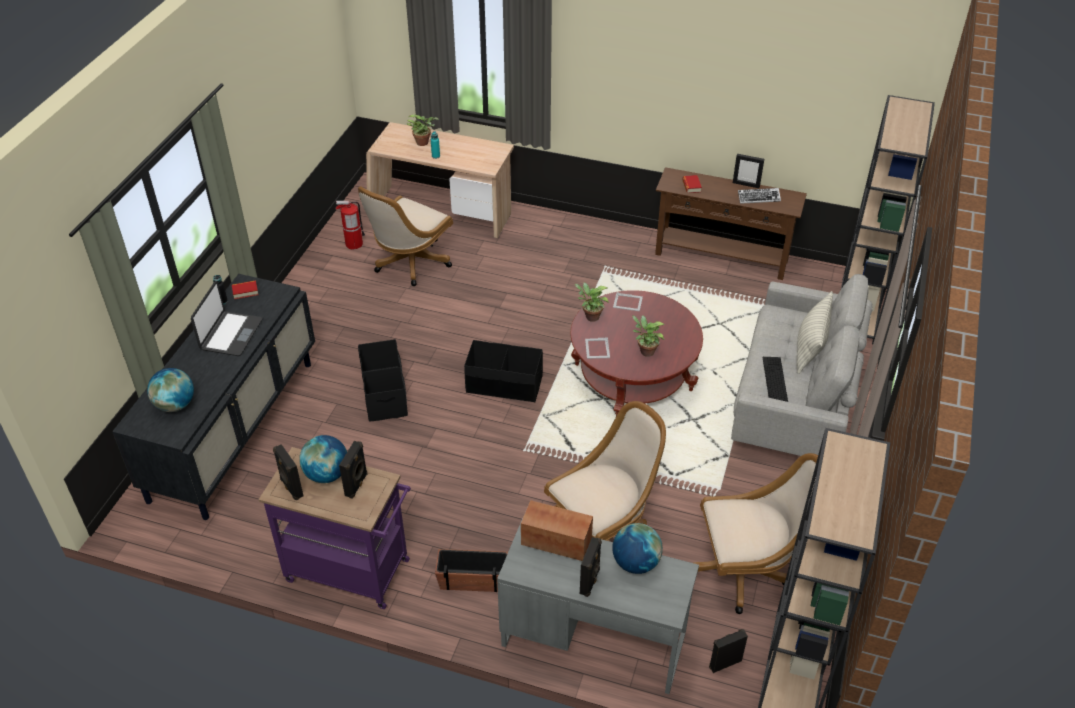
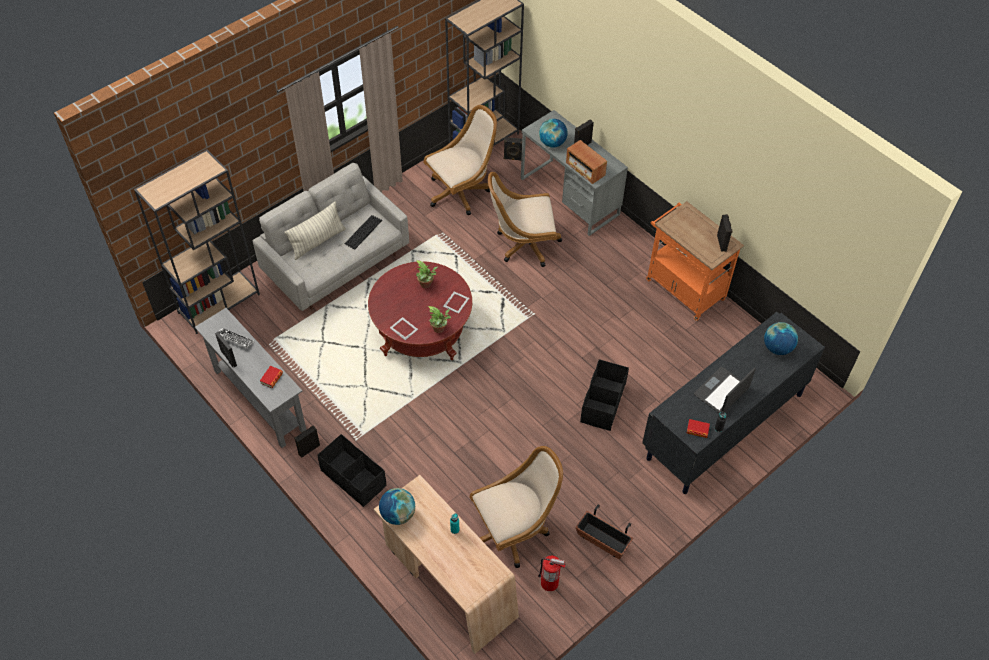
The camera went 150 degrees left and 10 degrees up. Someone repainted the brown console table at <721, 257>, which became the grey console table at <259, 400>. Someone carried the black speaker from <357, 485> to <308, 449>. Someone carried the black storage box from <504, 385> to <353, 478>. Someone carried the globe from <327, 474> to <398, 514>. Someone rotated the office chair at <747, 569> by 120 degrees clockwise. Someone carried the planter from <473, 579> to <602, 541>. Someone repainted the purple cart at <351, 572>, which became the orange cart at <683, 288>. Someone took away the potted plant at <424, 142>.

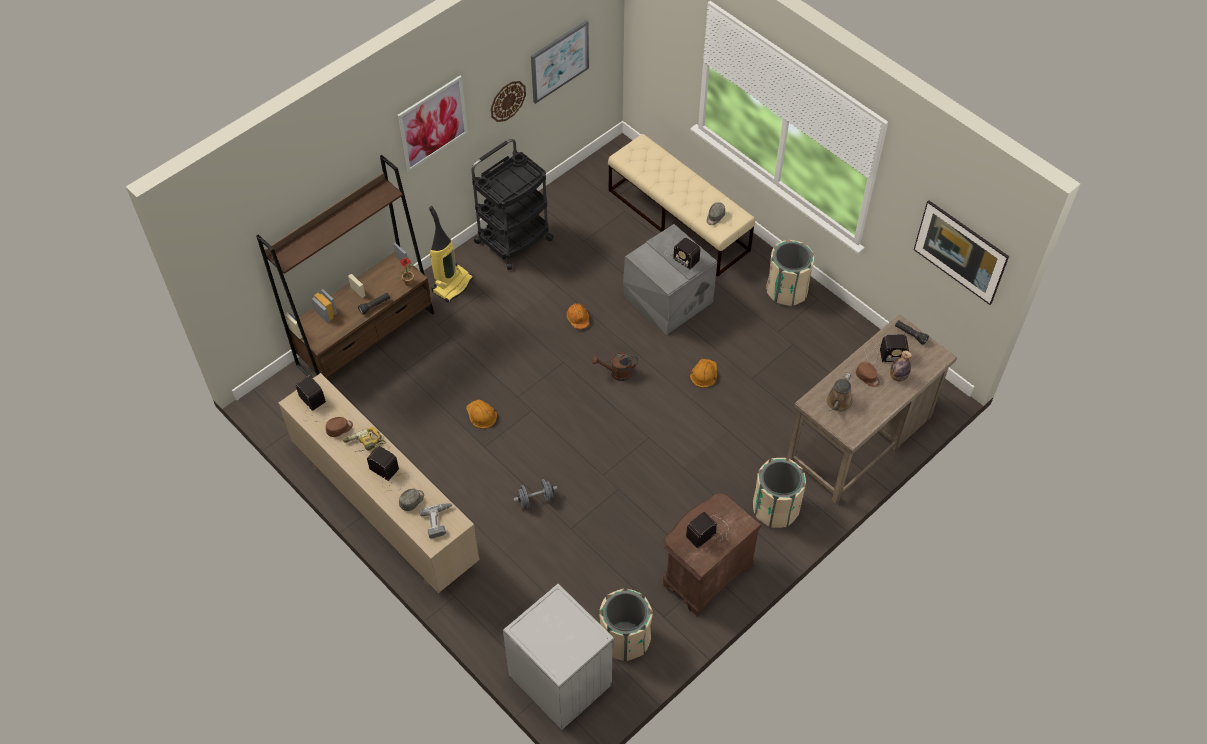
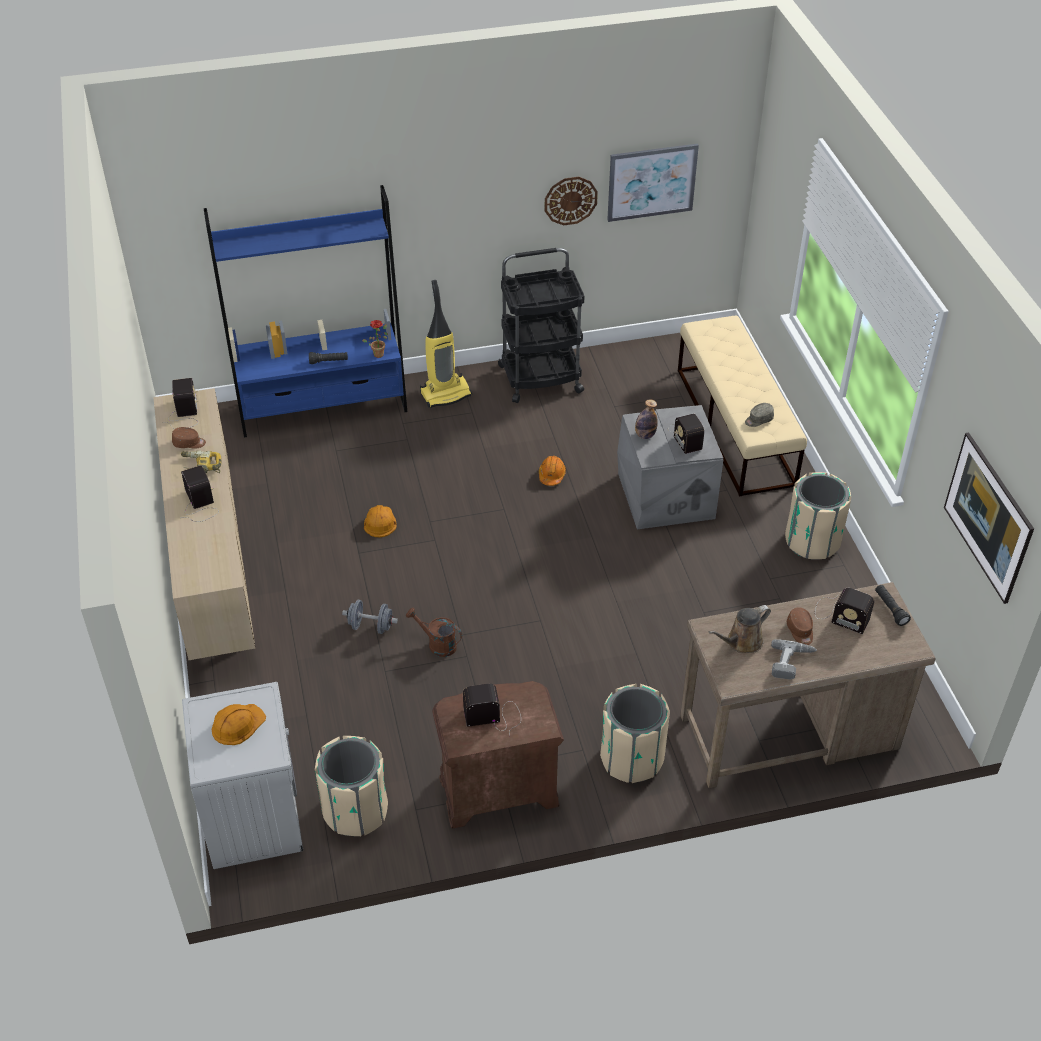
The camera went 30 degrees right and 10 degrees down. Someone repainted the brown bookcase at <366, 338>, which became the blue bookcase at <323, 407>. Someone carried the orange hard hat from <704, 373> to <237, 724>. Someone carried the brown watering can from <617, 373> to <437, 644>. Someone carried the bottle from <898, 377> to <645, 435>. Someone carried the power drill from <439, 521> to <792, 663>. Someone took away the picture at <433, 123>. Someone took away the grey cap at <412, 501>.

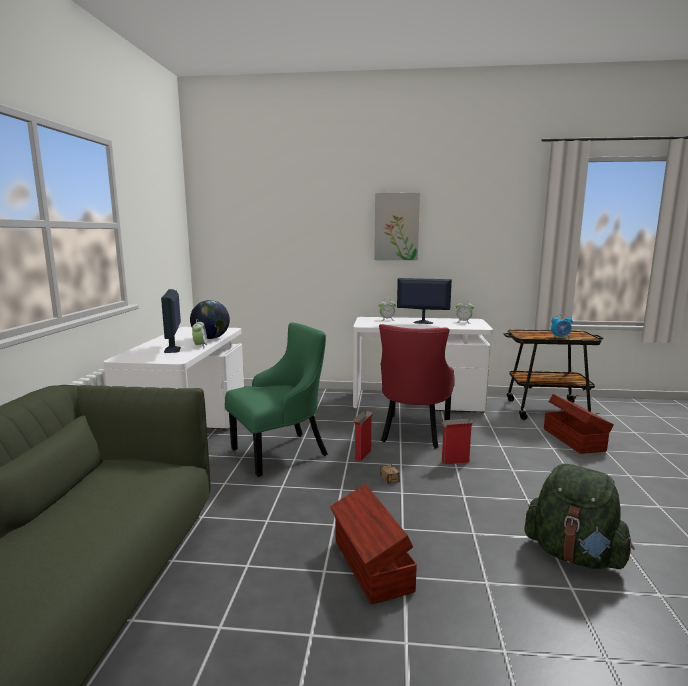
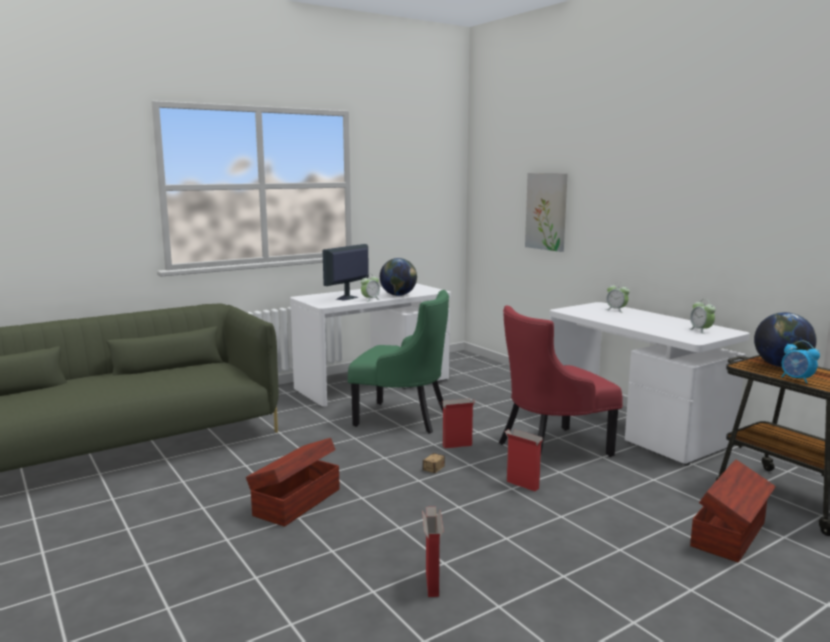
The camera went 50 degrees right and 0 degrees up. Someone swapped the green backpack at <573, 555> for the cardboard box at <432, 583>. Someone carried the picture from <396, 227> to <547, 211>. Someone put down the globe at <781, 366>. Someone took away the monitor at <422, 322>.

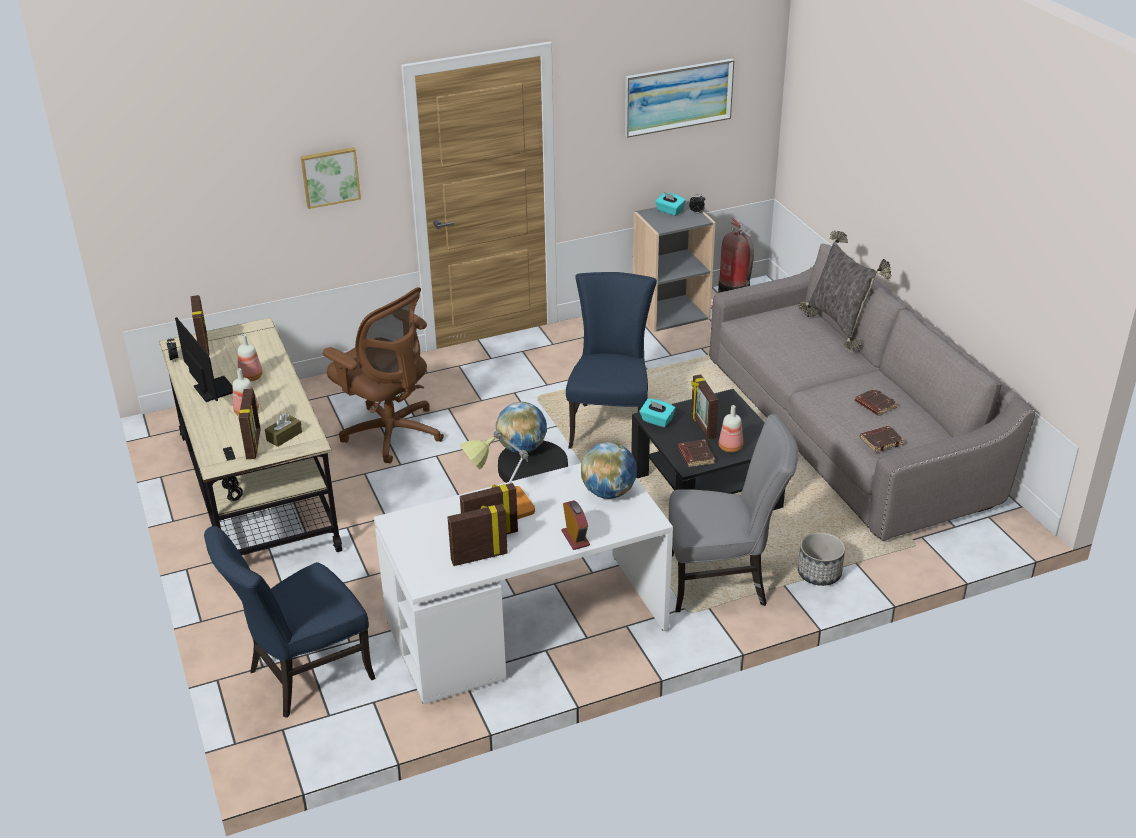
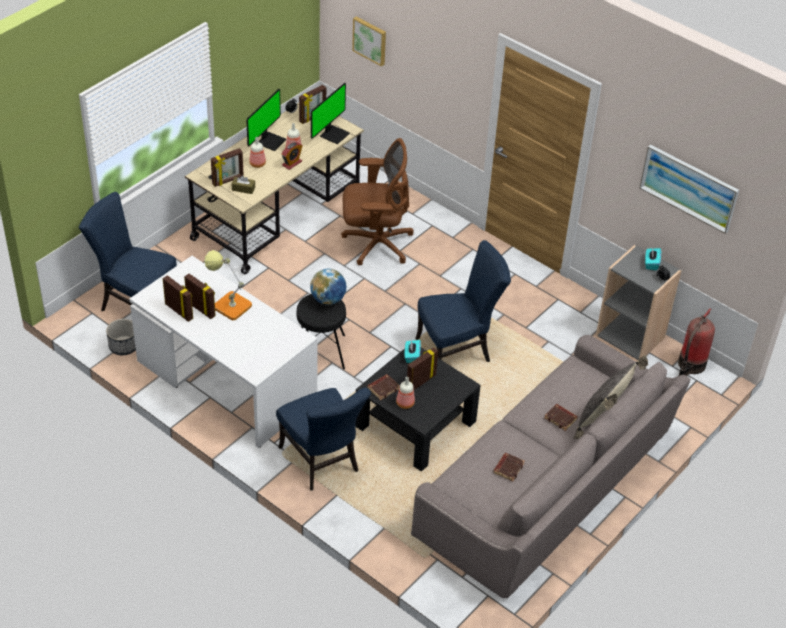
The camera went 60 degrees right and 10 degrees up. Someone carried the planter from <818, 573> to <123, 346>. Someone repainted the grey chair at <724, 581>, which became the blue chair at <322, 462>. Someone carried the alarm clock from <575, 538> to <292, 163>. Someone put down the monitor at <333, 134>. Someone rotated the brown office chair at <386, 431> by 105 degrees counterclockwise. Someone carried the picture from <330, 176> to <370, 40>. Someone carried the brown book from <881, 441> to <561, 419>. Someone took away the globe at <609, 492>.

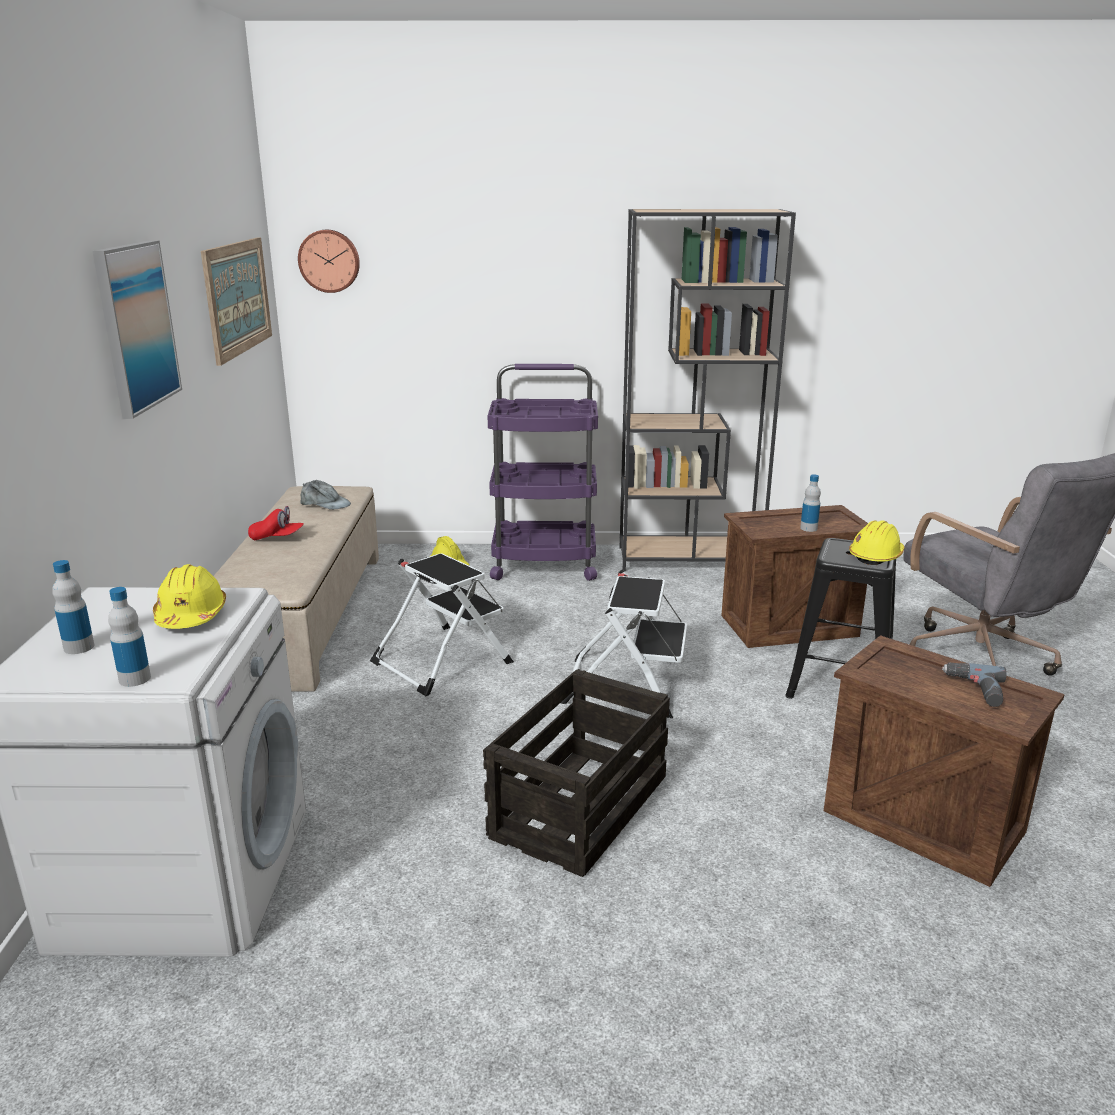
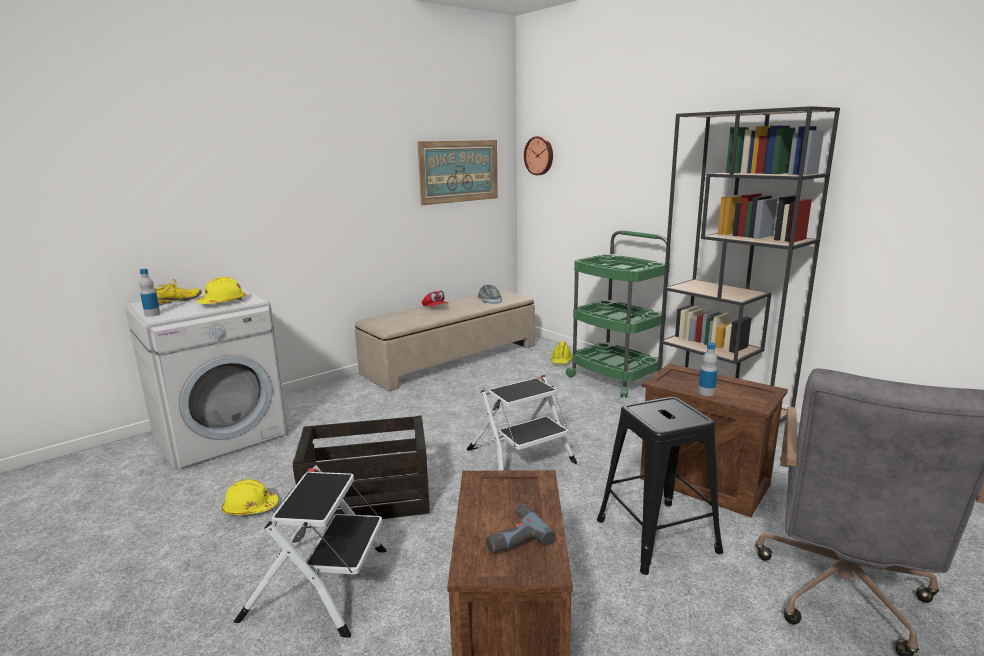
The camera went 50 degrees right and 5 degrees down. Someone swapped the bottle at <79, 647> for the yellow shoe at <176, 301>. Someone carried the yellow hard hat from <876, 556> to <250, 508>. Someone carried the step ladder from <442, 659> to <318, 586>. Someone repainted the purple cart at <544, 563>, which became the green cart at <614, 378>. Someone took away the picture at <136, 326>.

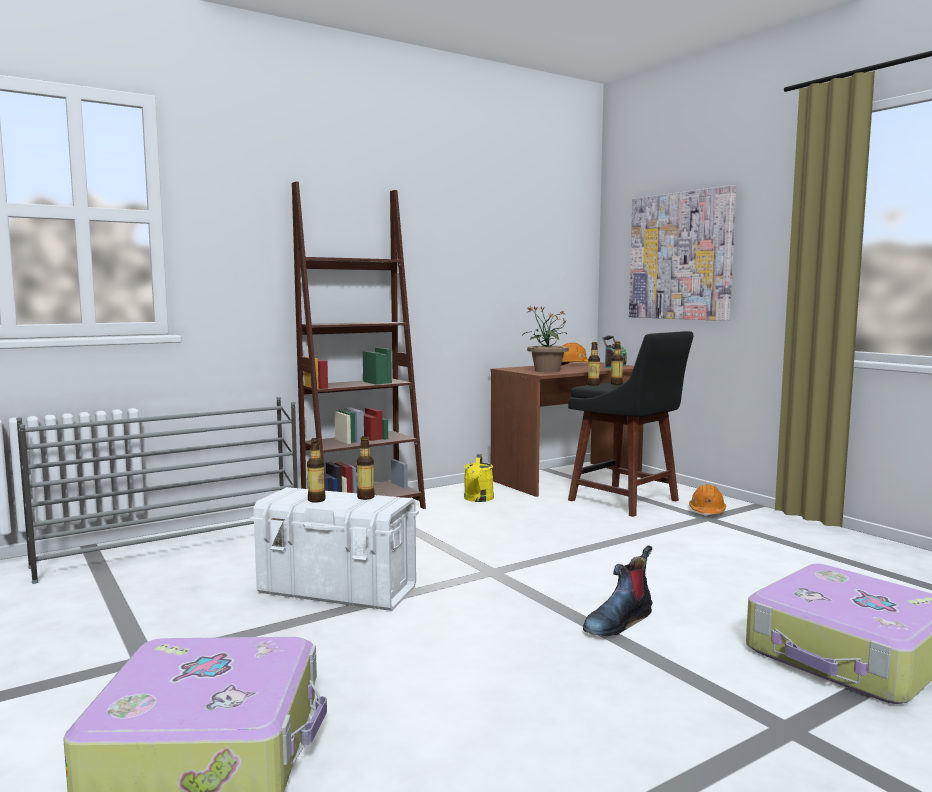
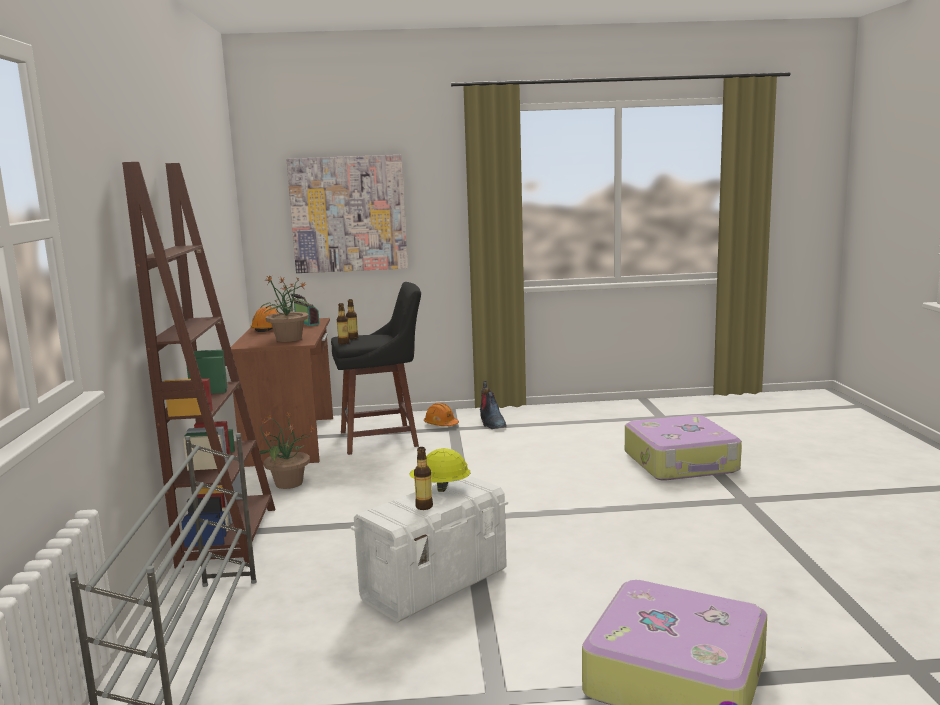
The camera went 60 degrees left and 5 degrees up. Someone swapped the yellow watering can at <478, 499> for the potted plant at <287, 483>. Someone swapped the bottle at <365, 497> for the yellow hard hat at <440, 488>. Someone carried the boot from <617, 621> to <491, 422>.

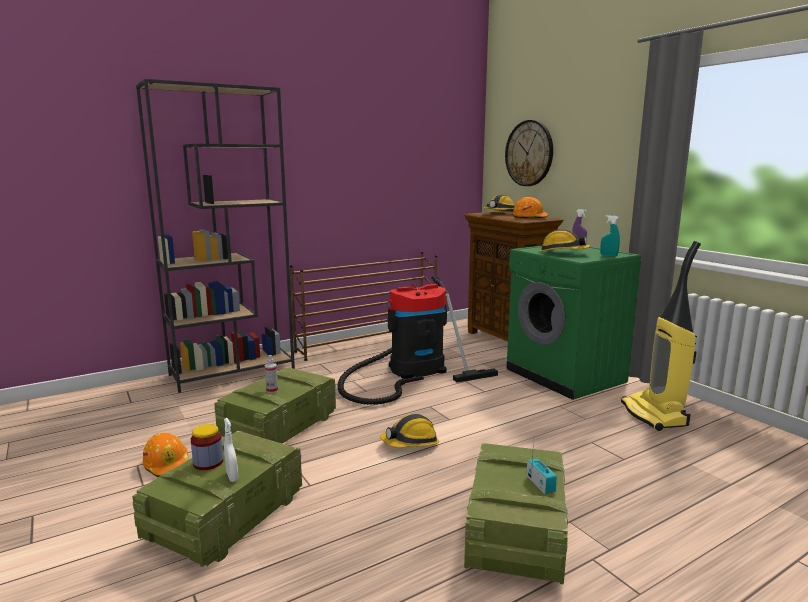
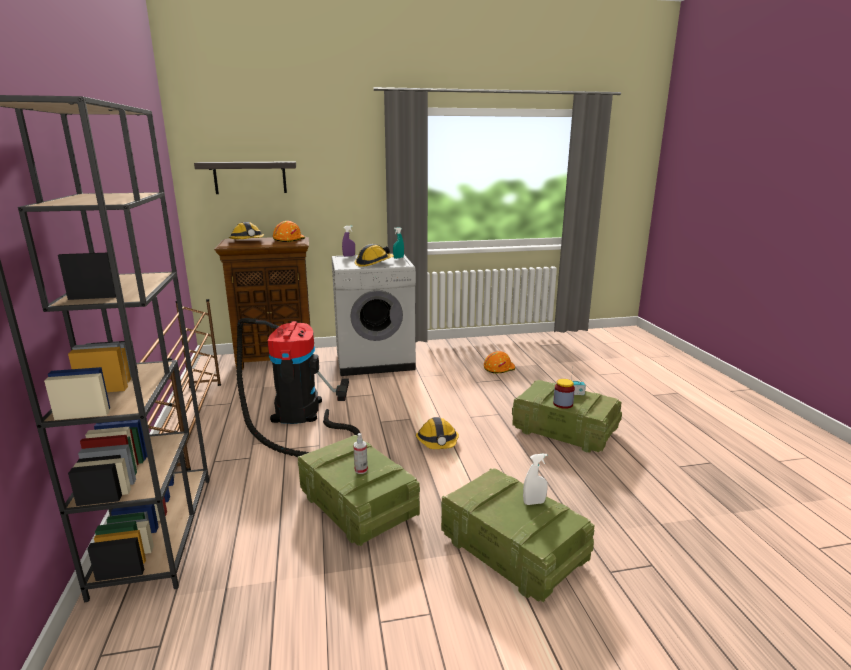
The camera went 70 degrees left and 5 degrees up. Someone swapped the wall clock at <529, 153> for the shelf at <250, 177>. Someone repainted the green washing machine at <563, 376>, which became the white washing machine at <375, 361>. Someone carried the orange hard hat from <168, 463> to <498, 368>. Someone carried the jar from <208, 462> to <563, 404>. Someone took away the vacuum cleaner at <655, 415>.

